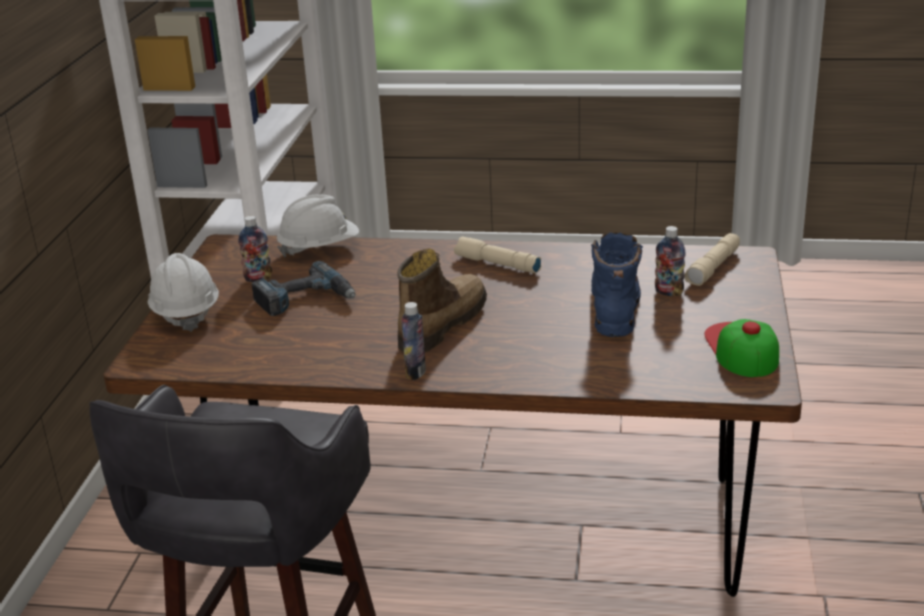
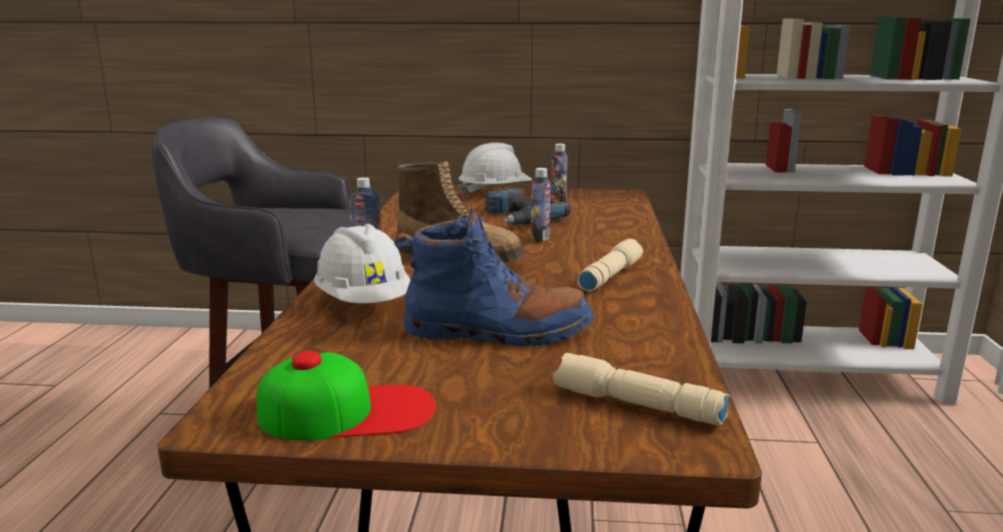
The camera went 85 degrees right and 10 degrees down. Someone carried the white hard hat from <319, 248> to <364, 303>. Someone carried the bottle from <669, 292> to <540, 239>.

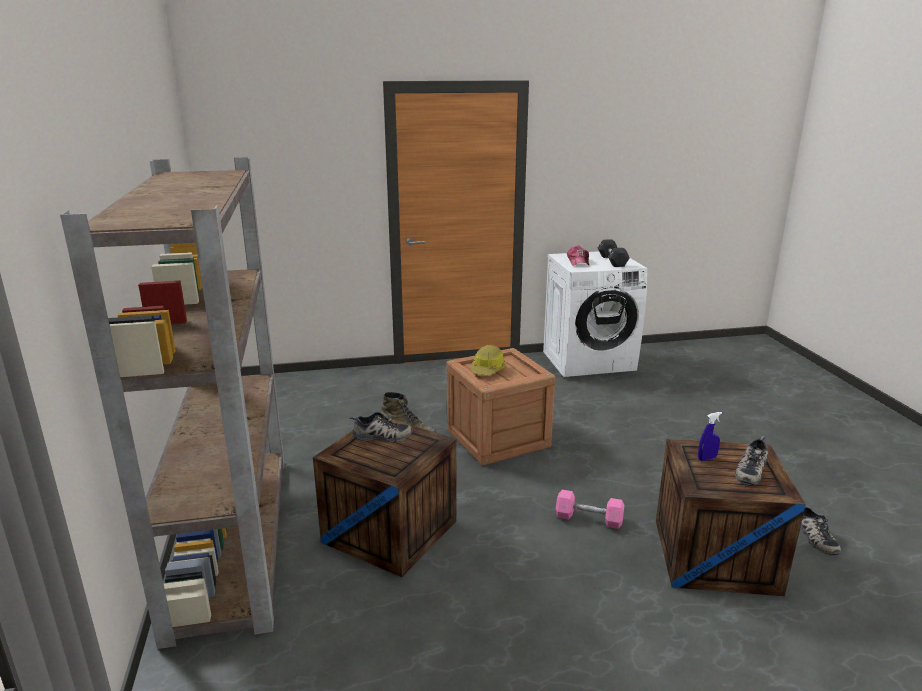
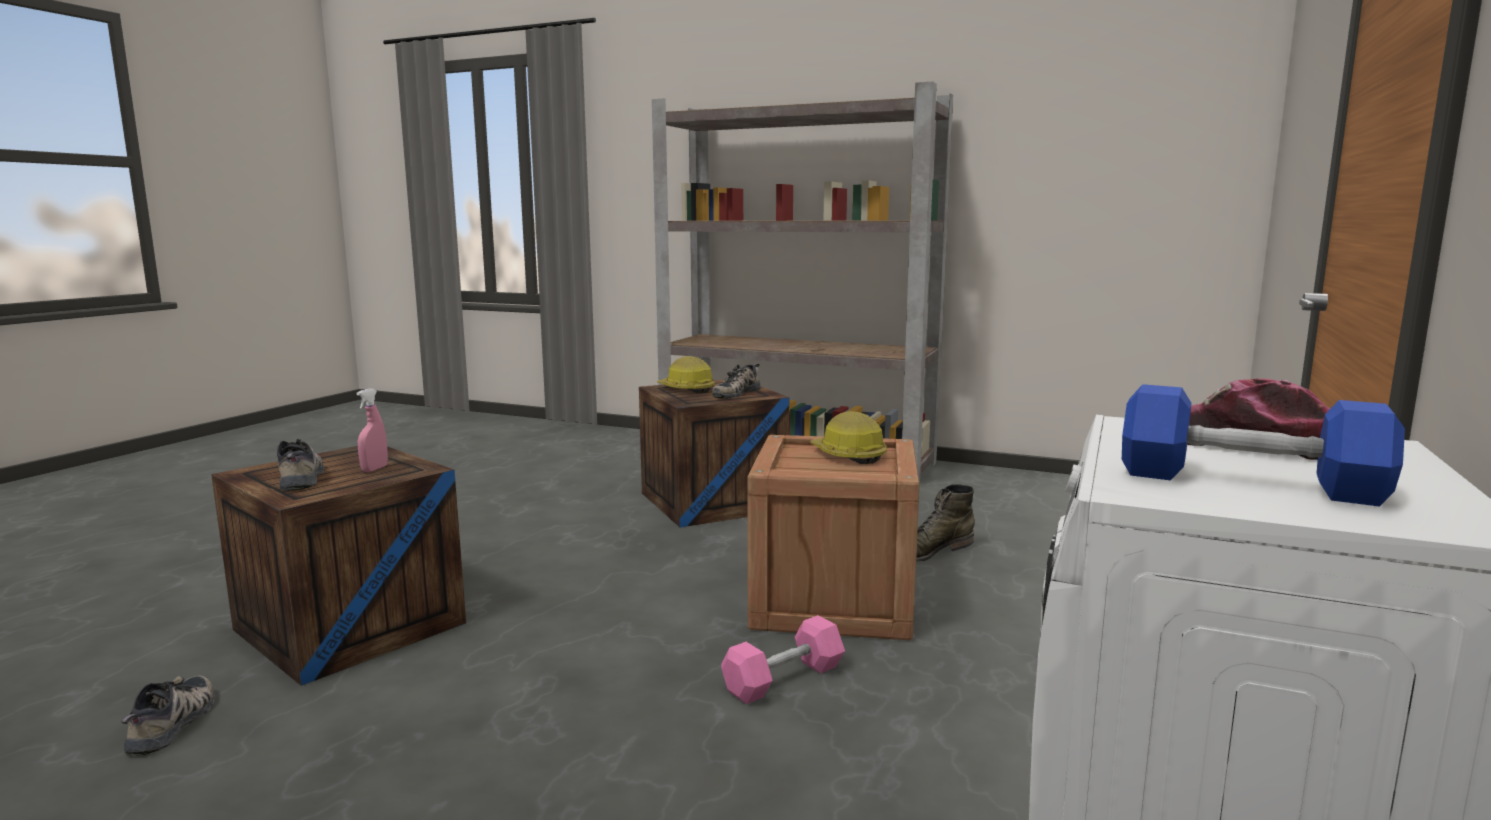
The camera went 125 degrees right and 10 degrees down. Someone rotated the shoe at <814, 538> by 60 degrees clockwise. Someone repainted the blue spray bottle at <707, 458>, which became the pink spray bottle at <374, 469>. Someone put down the hard hat at <686, 389>. Someone carried the pink dumbbell from <588, 519> to <783, 679>. Someone repainted the black dumbbell at <612, 261>, which became the blue dumbbell at <1247, 483>.

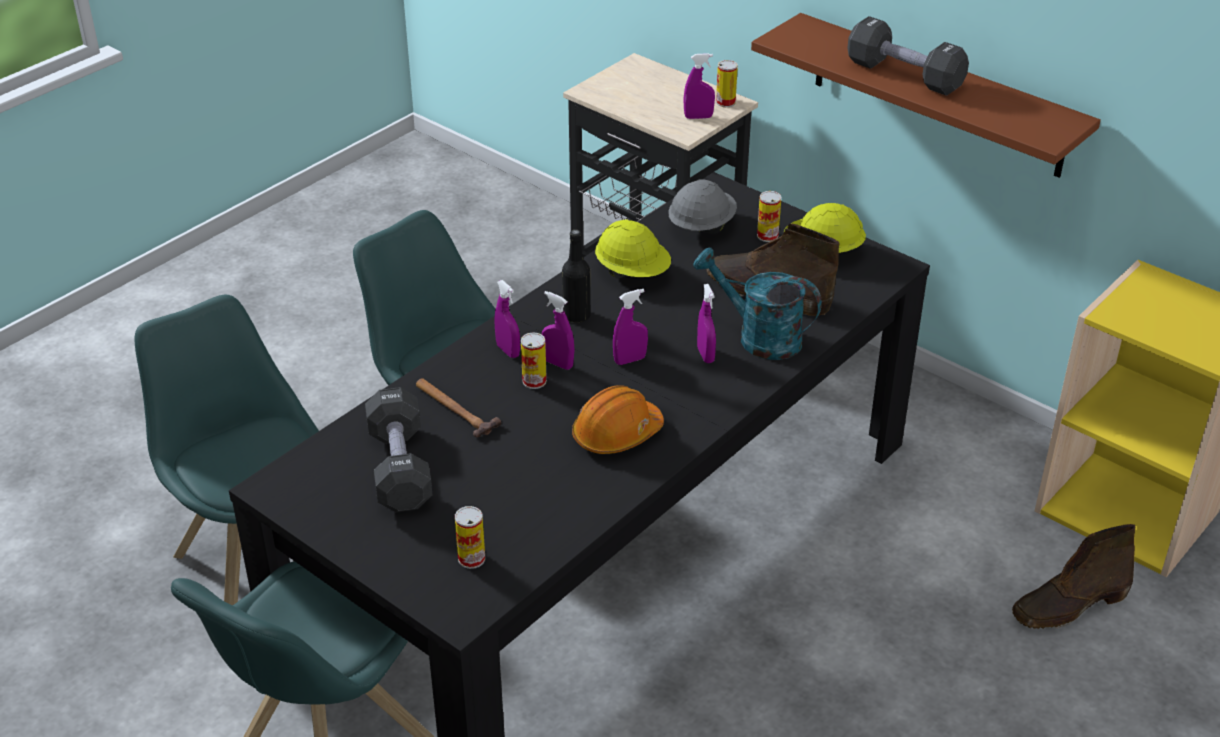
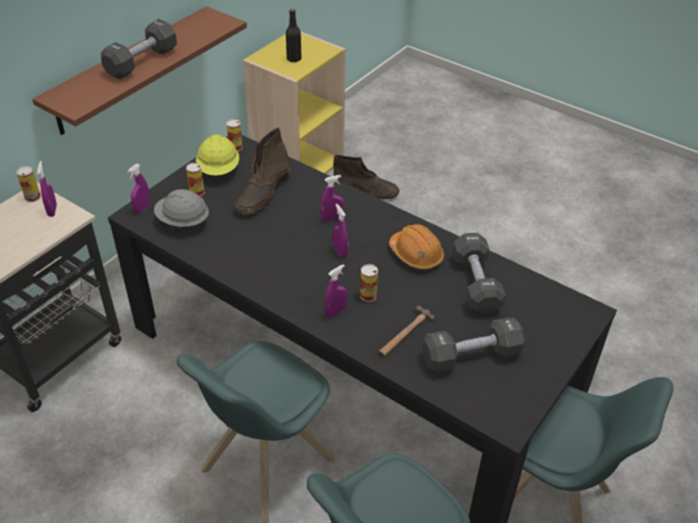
The camera went 95 degrees left and 5 degrees up. Someone carried the purple spray bottle from <558, 363> to <142, 208>. Someone carried the can from <471, 558> to <235, 147>. Someone carried the black bottle from <576, 315> to <294, 59>. Someone rotated the brown boot at <1069, 605> by 45 degrees counterclockwise. Someone put down the black dumbbell at <476, 284>. Someone took away the yellow hard hat at <633, 273>. Someone took away the turquoise watering can at <758, 337>.

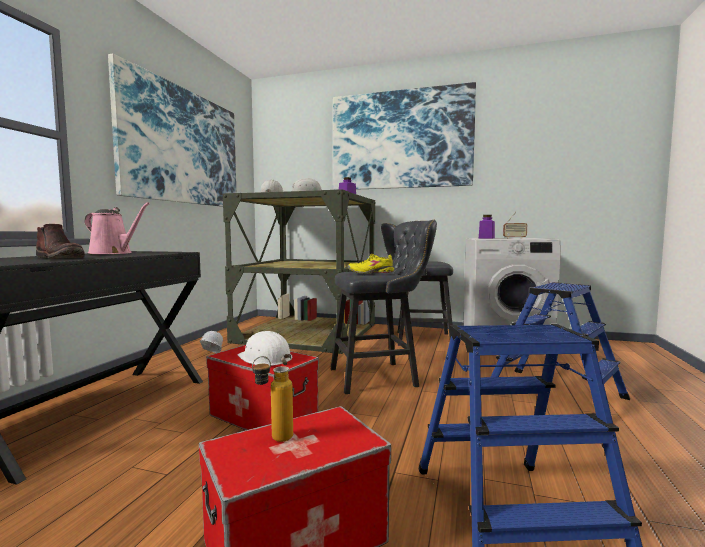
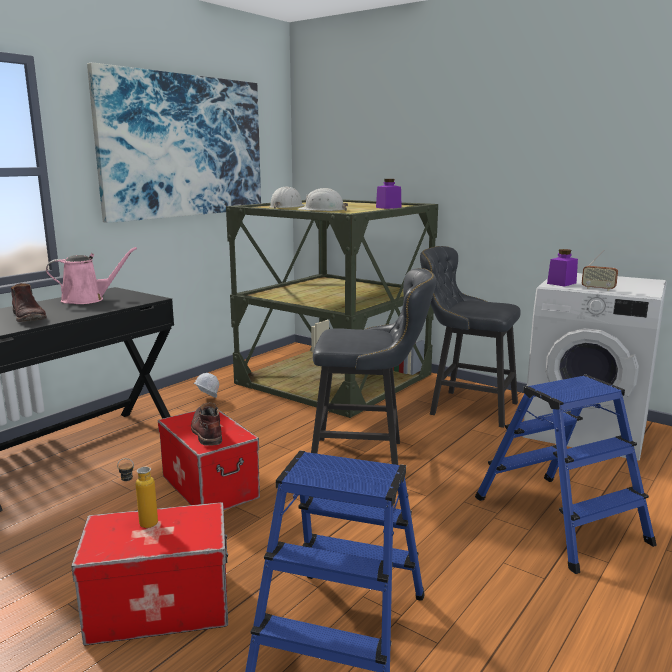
The camera went 20 degrees right and 10 degrees up. Someone rotated the pink watering can at <113, 253> by 60 degrees counterclockwise. Someone swapped the white hard hat at <265, 358> for the brown boot at <206, 432>. Someone took away the picture at <401, 140>. Someone took away the yellow shoe at <371, 273>.

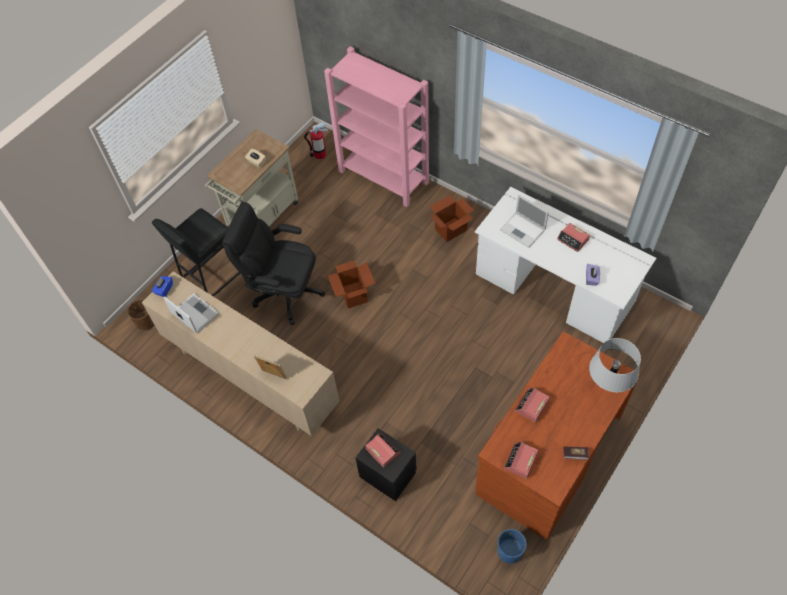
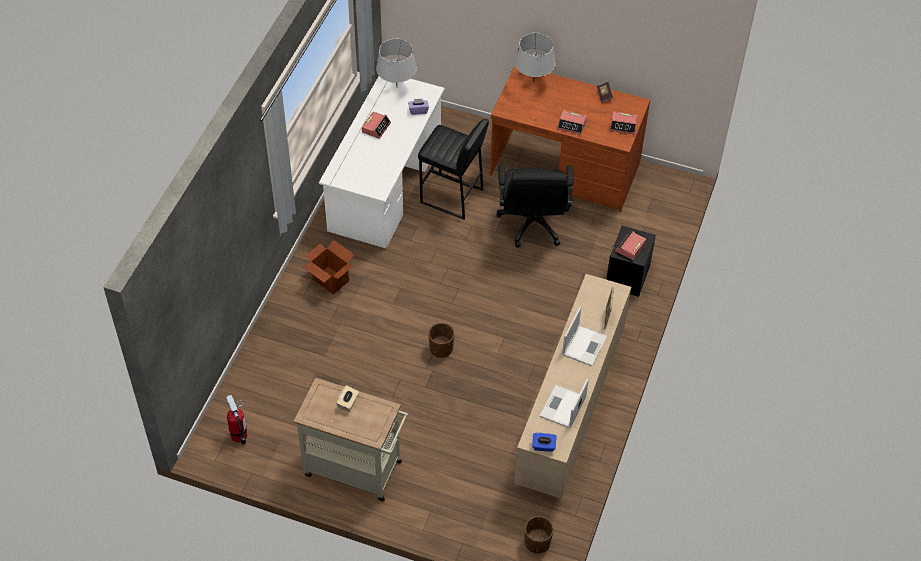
The camera went 110 degrees left and 5 degrees down. Someone put down the grey table lamp at <396, 87>. Someone carried the black stool from <211, 275> to <452, 196>. Someone swapped the cardboard box at <353, 295> for the brown planter at <441, 349>. Someone carried the black office chair from <283, 292> to <532, 226>. Someone carried the laptop from <523, 230> to <584, 345>. Someone took away the pink bookcase at <383, 176>. Someone took away the blue planter at <509, 551>.

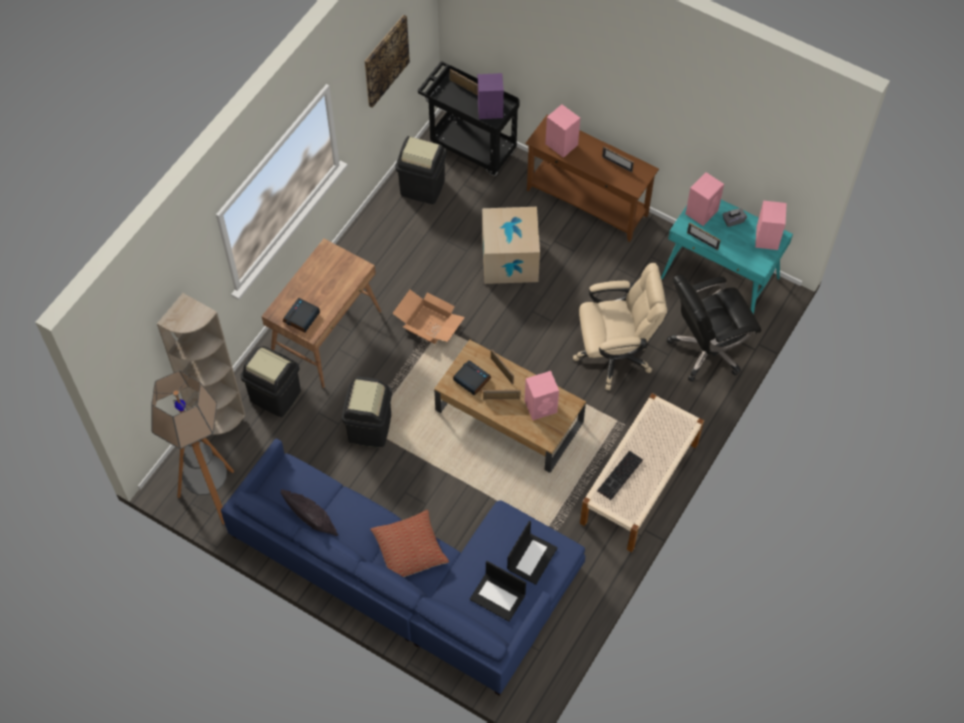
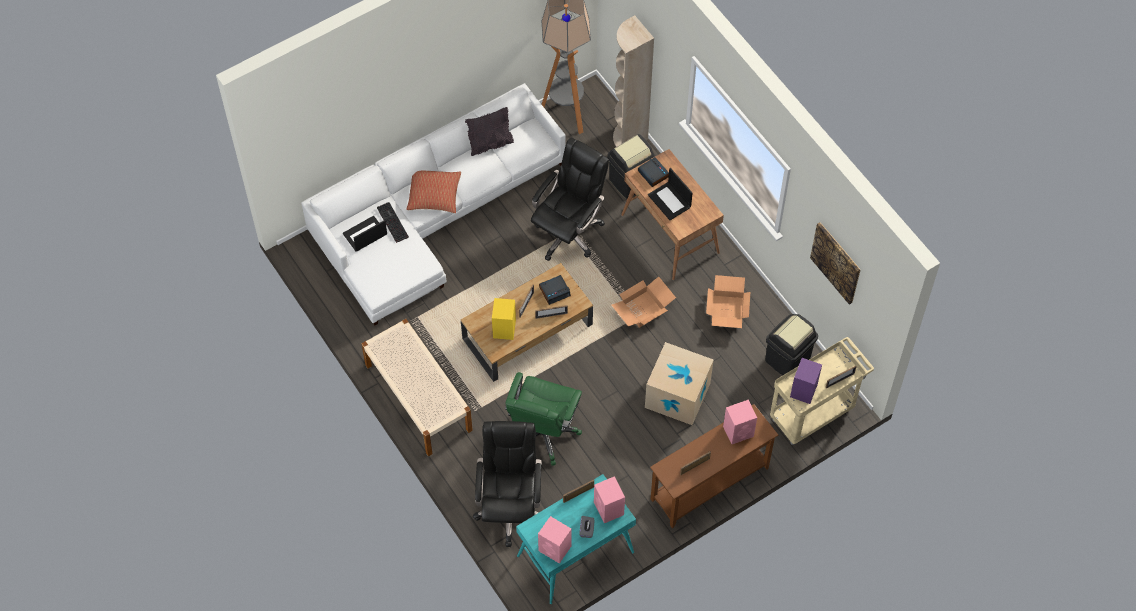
The camera went 115 degrees right and 0 degrees up. Someone repainted the blue sofa at <412, 575>, which became the white sofa at <431, 215>. Someone carried the keyboard from <620, 477> to <391, 222>. Someone repainted the pink speaker at <541, 406>, which became the yellow speaker at <504, 329>. Someone repainted the beige office chair at <614, 355>, which became the green office chair at <543, 433>. Someone swapped the black trash can at <369, 428> for the black office chair at <569, 233>. Someone carried the laptop from <532, 558> to <670, 201>. Someone put down the cardboard box at <727, 310>. Someone repainted the black cart at <469, 148>, which became the beige cart at <814, 413>.

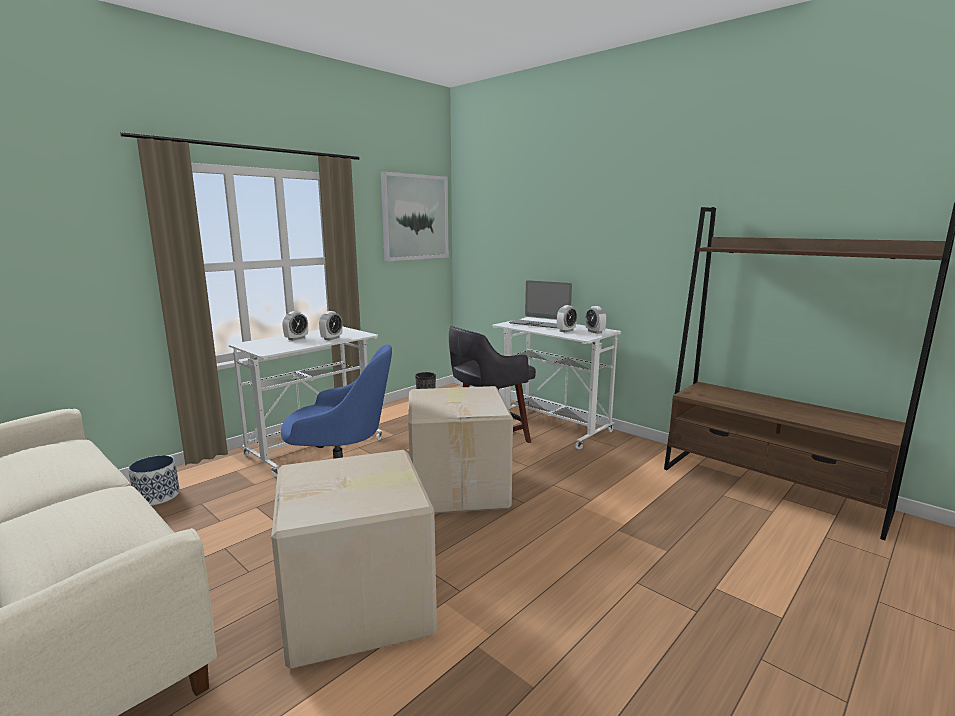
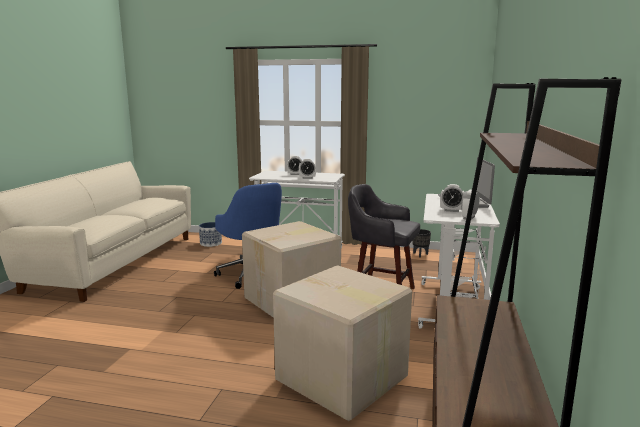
The camera went 60 degrees right and 0 degrees up. Someone carried the cardboard box from <360, 605> to <341, 380>. Someone took away the picture at <415, 217>.

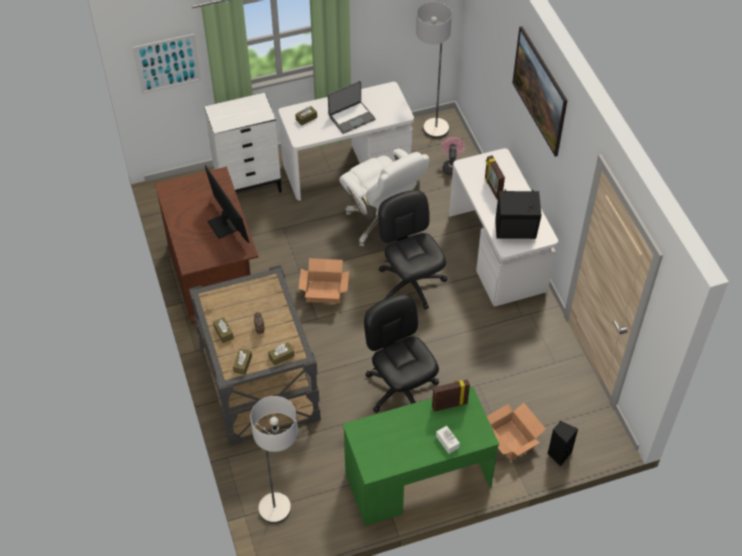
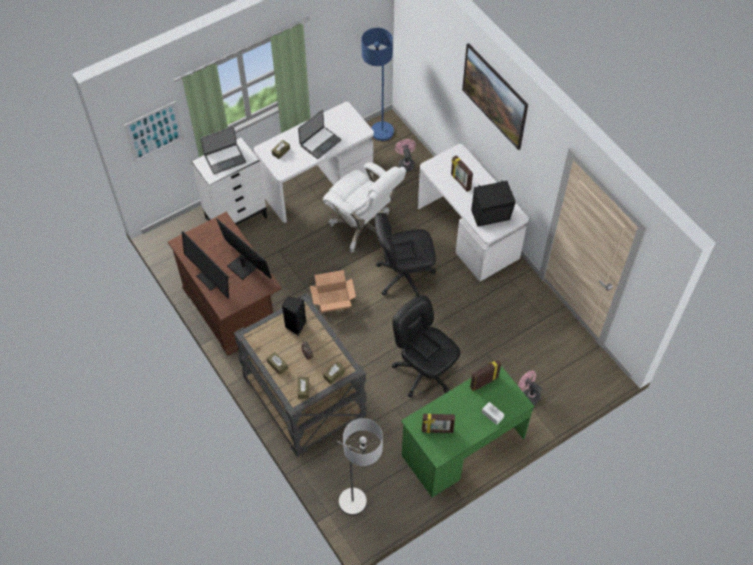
The camera went 15 degrees left and 5 degrees up. Someone put down the monitor at <211, 277>. Someone put down the laptop at <225, 158>. Someone carried the black speaker from <558, 454> to <295, 325>. Someone repainted the grey floor lamp at <430, 133>, which became the blue floor lamp at <378, 136>. Someone rotated the black office chair at <411, 283> by 60 degrees counterclockwise. Someone put down the picture frame at <437, 430>. Someone swapped the cardboard box at <511, 441> for the pink fan at <528, 395>.

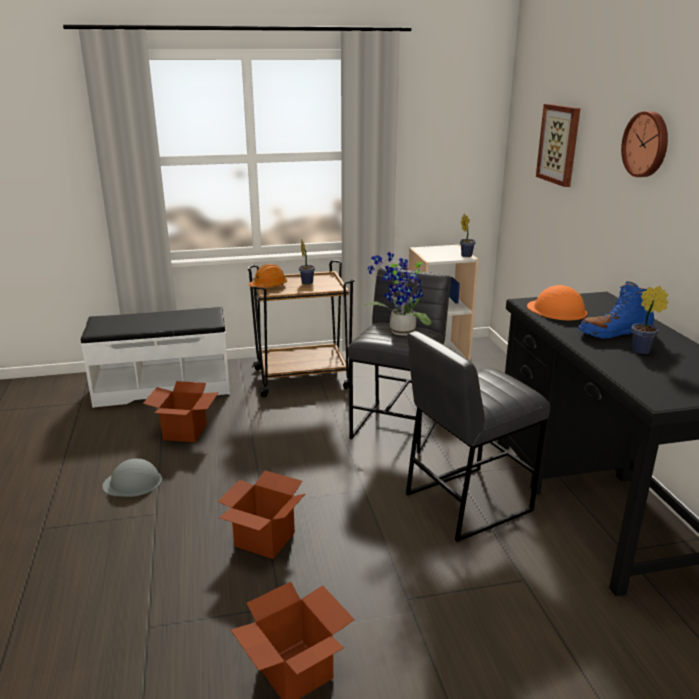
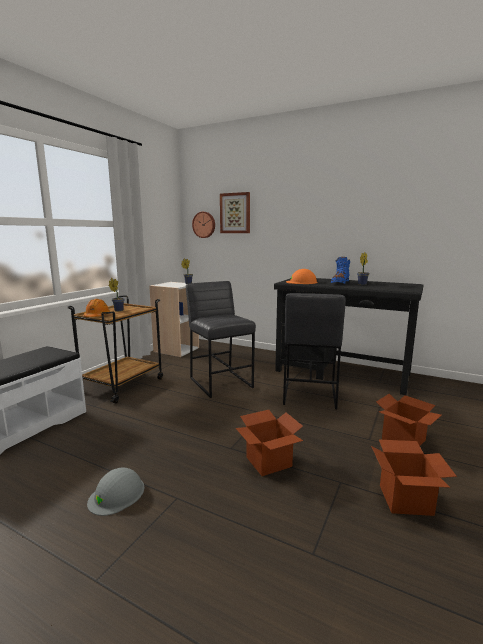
The camera went 50 degrees left and 10 degrees down. Someone carried the wall clock from <647, 144> to <204, 224>. Someone carried the cardboard box from <185, 432> to <403, 440>. Someone took away the potted plant at <399, 332>.

